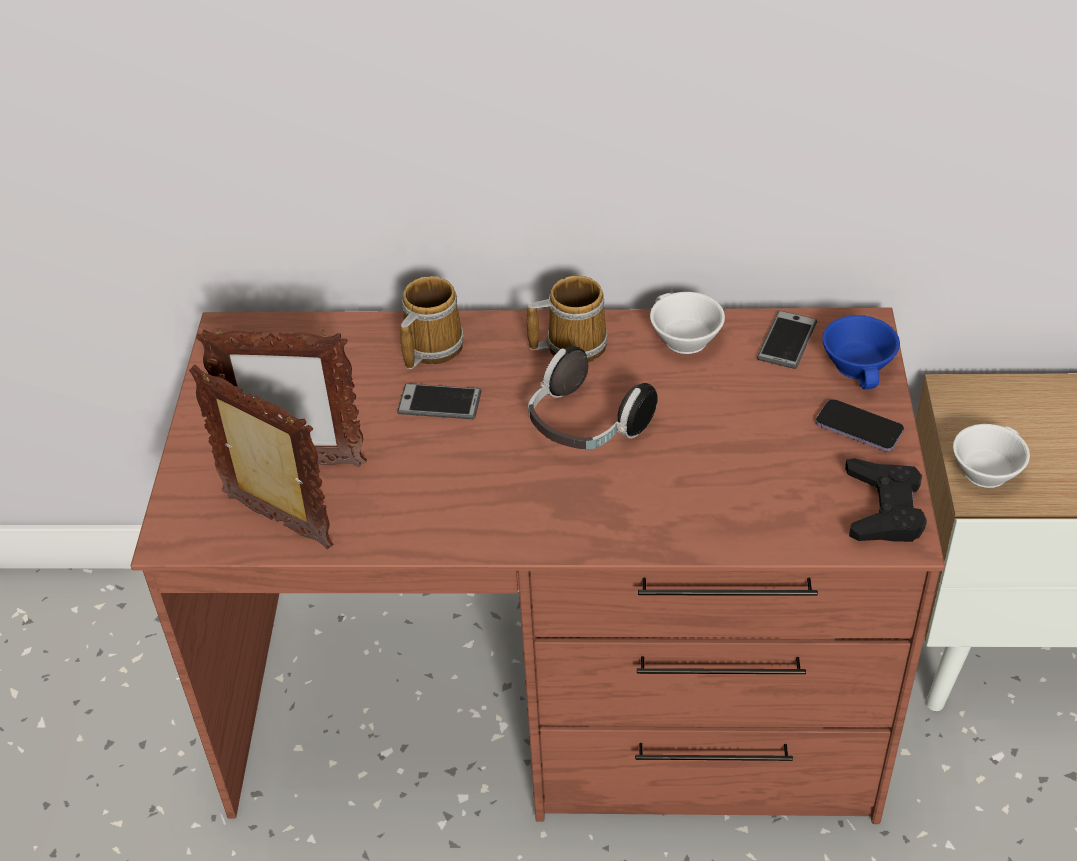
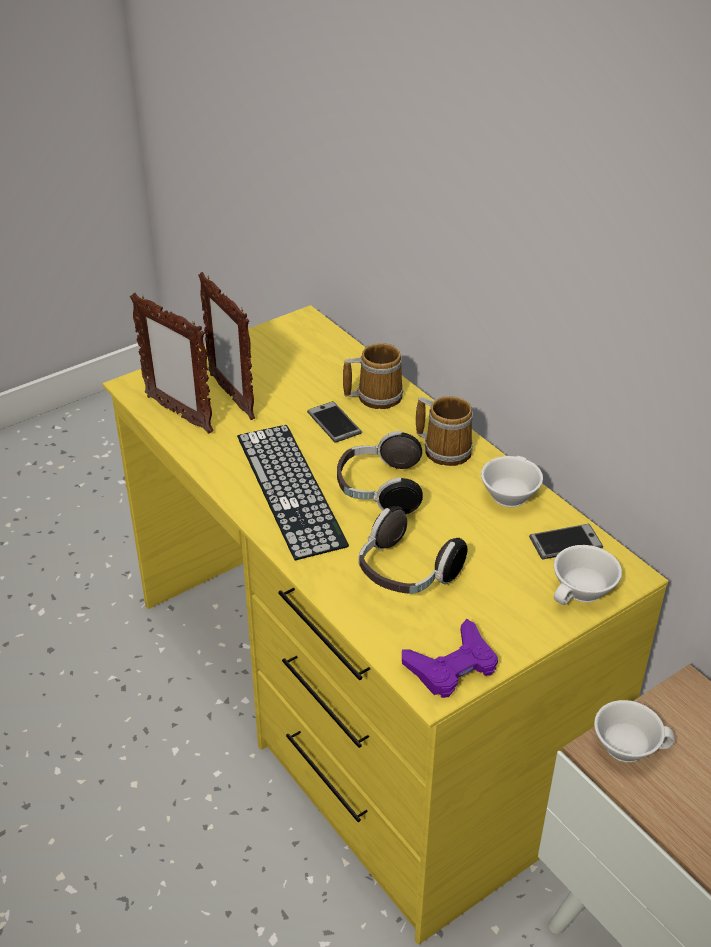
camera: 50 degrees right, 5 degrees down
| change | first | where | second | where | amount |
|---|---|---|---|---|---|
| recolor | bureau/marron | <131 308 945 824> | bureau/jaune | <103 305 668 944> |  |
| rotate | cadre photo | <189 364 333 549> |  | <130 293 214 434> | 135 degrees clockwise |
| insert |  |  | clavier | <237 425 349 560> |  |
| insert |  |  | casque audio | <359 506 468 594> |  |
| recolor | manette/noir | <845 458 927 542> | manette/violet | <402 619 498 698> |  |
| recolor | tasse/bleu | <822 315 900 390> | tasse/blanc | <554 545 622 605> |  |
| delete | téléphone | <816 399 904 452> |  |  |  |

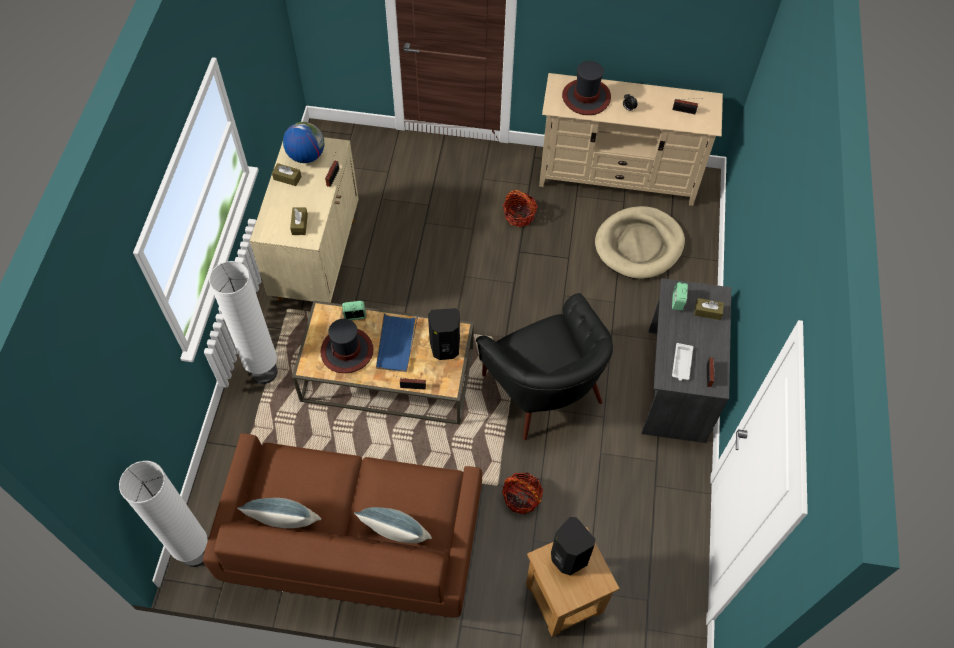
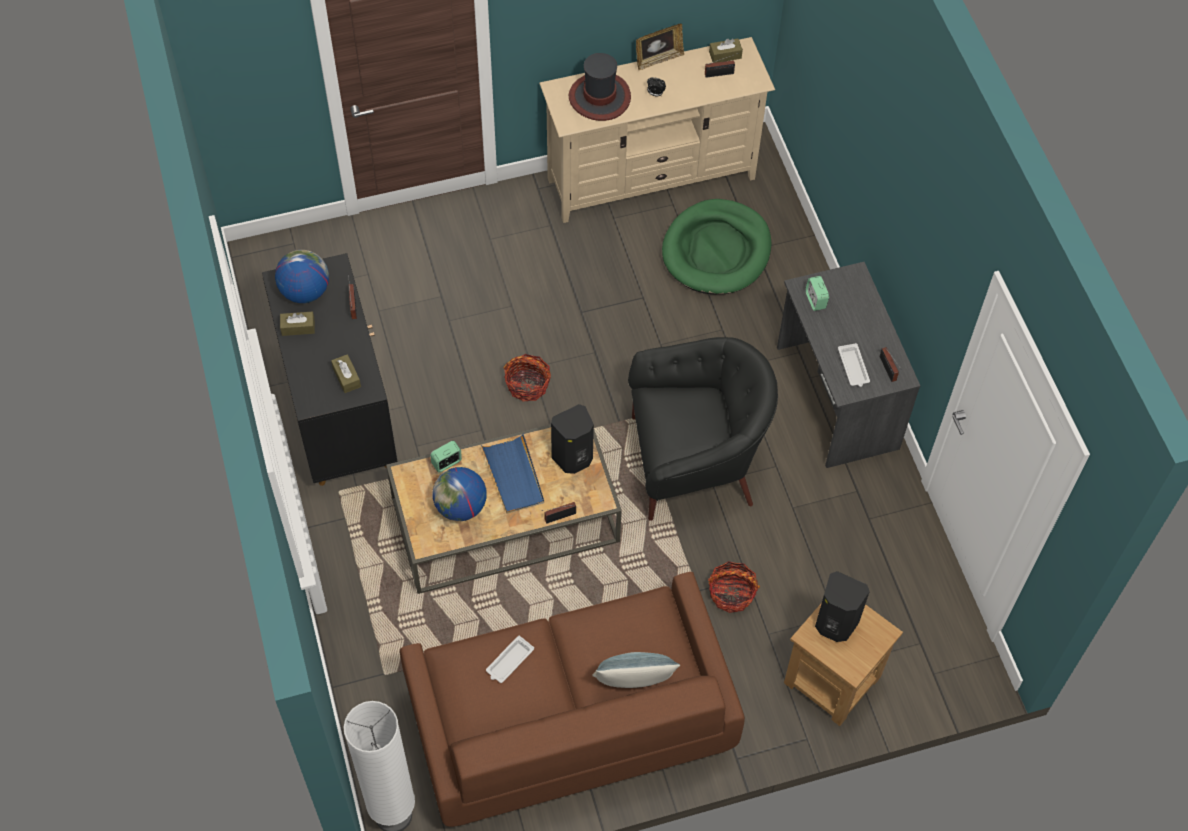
camera: 25 degrees left, 0 degrees up
| change | first | where | second | where | amount |
|---|---|---|---|---|---|
| recolor | meuble de rangement/beige | <250 137 358 303> | meuble de rangement/noir | <262 253 398 486> |  |
| replace | chapeau | <320 319 374 373> | globe | <433 467 487 521> |  |
| insert |  |  | plateau/blanc | <486 636 534 683> |  |
| move | panier | <503 190 538 227> |  | <503 354 551 402> |  |
| rotate | fauteuil/noir | <476 293 613 440> |  | <628 337 778 521> | 45 degrees counterclockwise |
| insert |  |  | cadre photo | <636 24 684 70> |  |
| recolor | panier pour chien/beige | <595 206 685 279> | panier pour chien/vert | <662 199 771 294> |  |
| move | boîte à mouchoirs/marron | <694 298 724 320> |  | <709 39 743 63> |  |
| delete | lampadaire/blanc | <209 261 278 384> |  |  |  |
| delete | coussin | <237 498 321 528> |  |  |  |

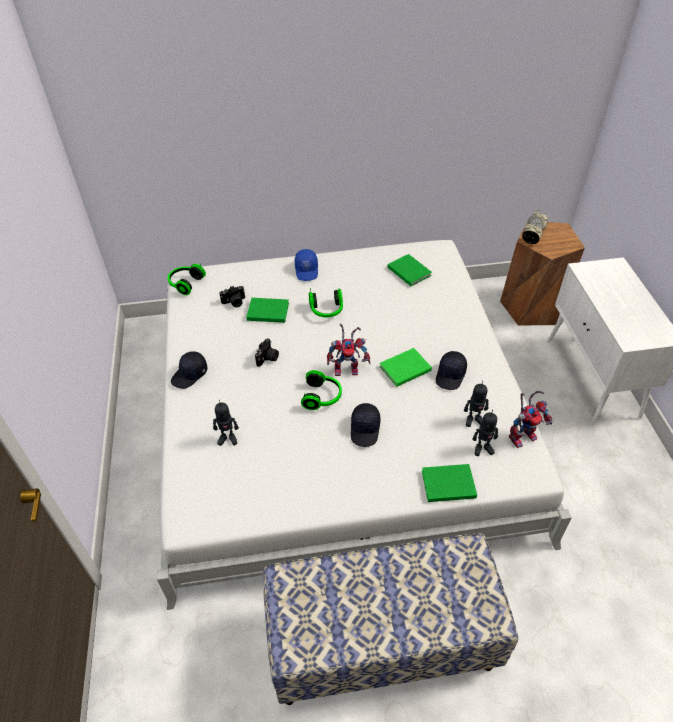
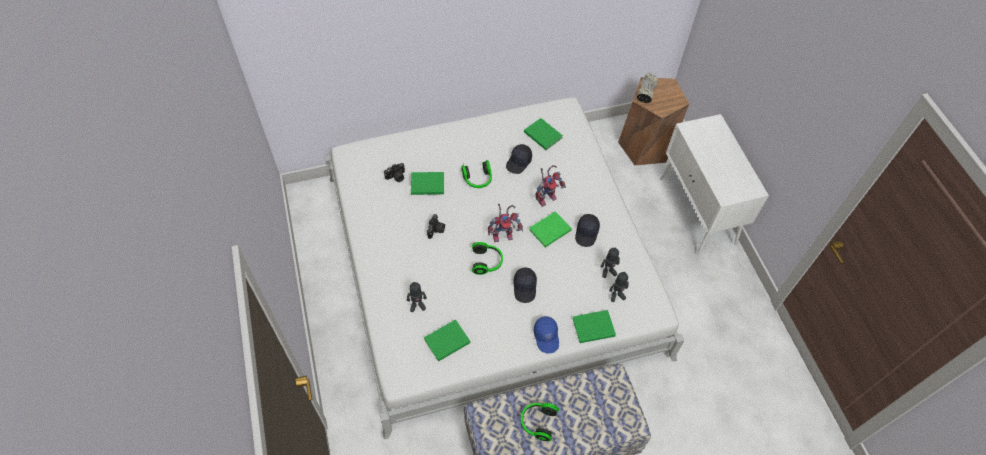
camera: 10 degrees left, 10 degrees up
| change | first | where | second | where | amount |
|---|---|---|---|---|---|
| insert |  |  | livre/vert | <424 319 470 362> |  |
| move | casquette/noir | <171 351 208 389> |  | <506 144 532 174> |  |
| move | casque audio | <168 263 206 295> |  | <521 403 559 441> |  |
| move | casquette/bleu | <295 249 318 281> |  | <534 316 559 354> |  |
| move | robot jouet | <509 391 552 448> |  | <535 165 566 207> |  |

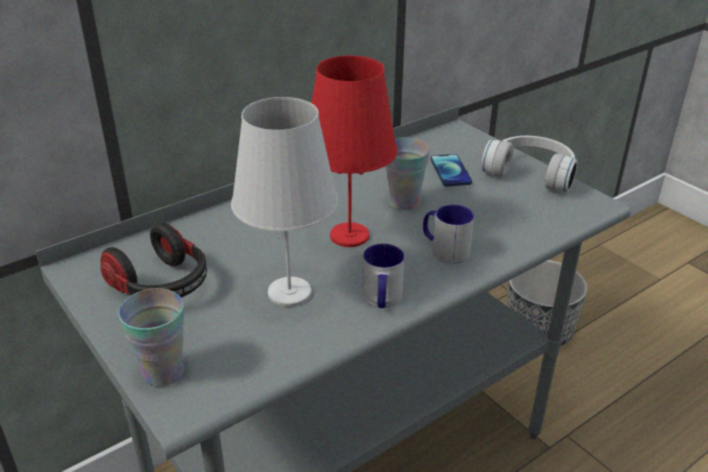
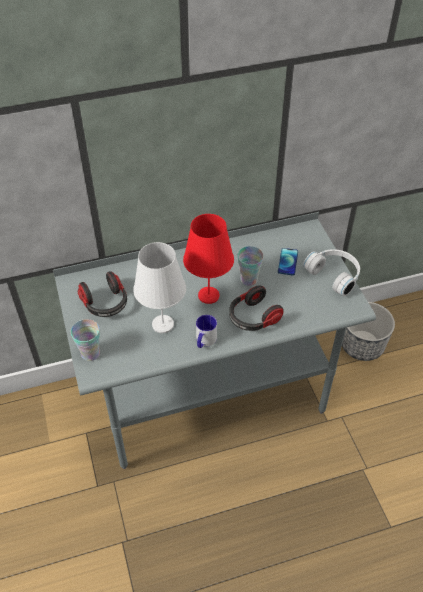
camera: 20 degrees right, 15 degrees up
| change | first | where | second | where | amount |
|---|---|---|---|---|---|
| replace | mug | <423 205 474 263> | casque audio | <229 285 284 331> |  |

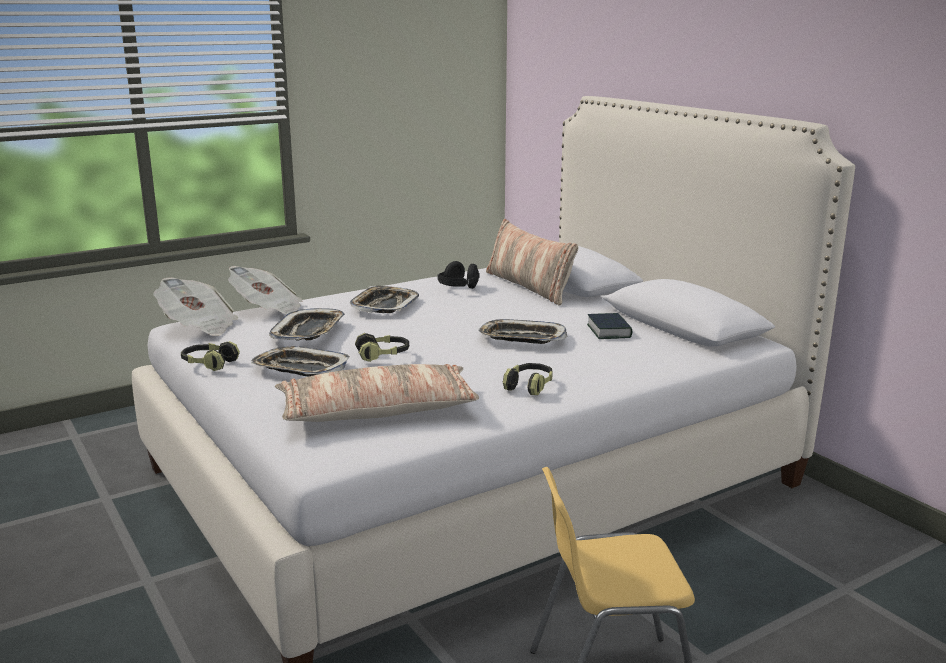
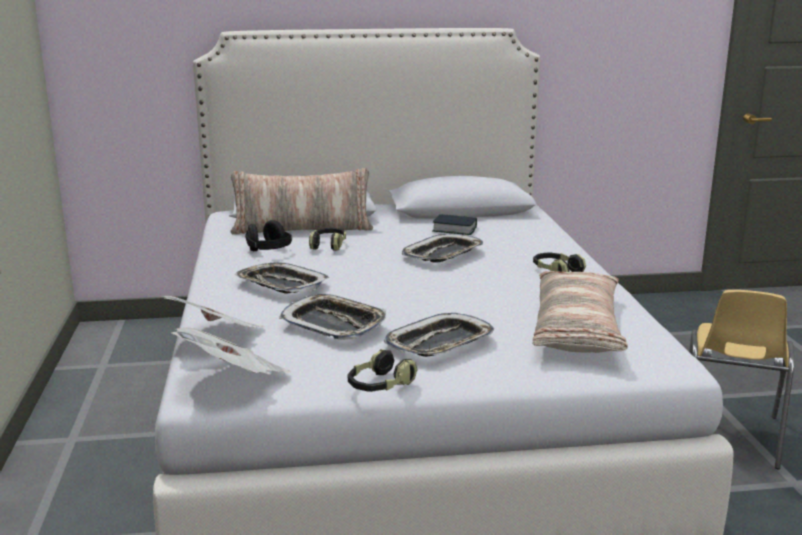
camera: 65 degrees left, 0 degrees up
| change | first | where | second | where | amount |
|---|---|---|---|---|---|
| move | casque audio | <355 333 409 362> |  | <309 228 346 251> |  |

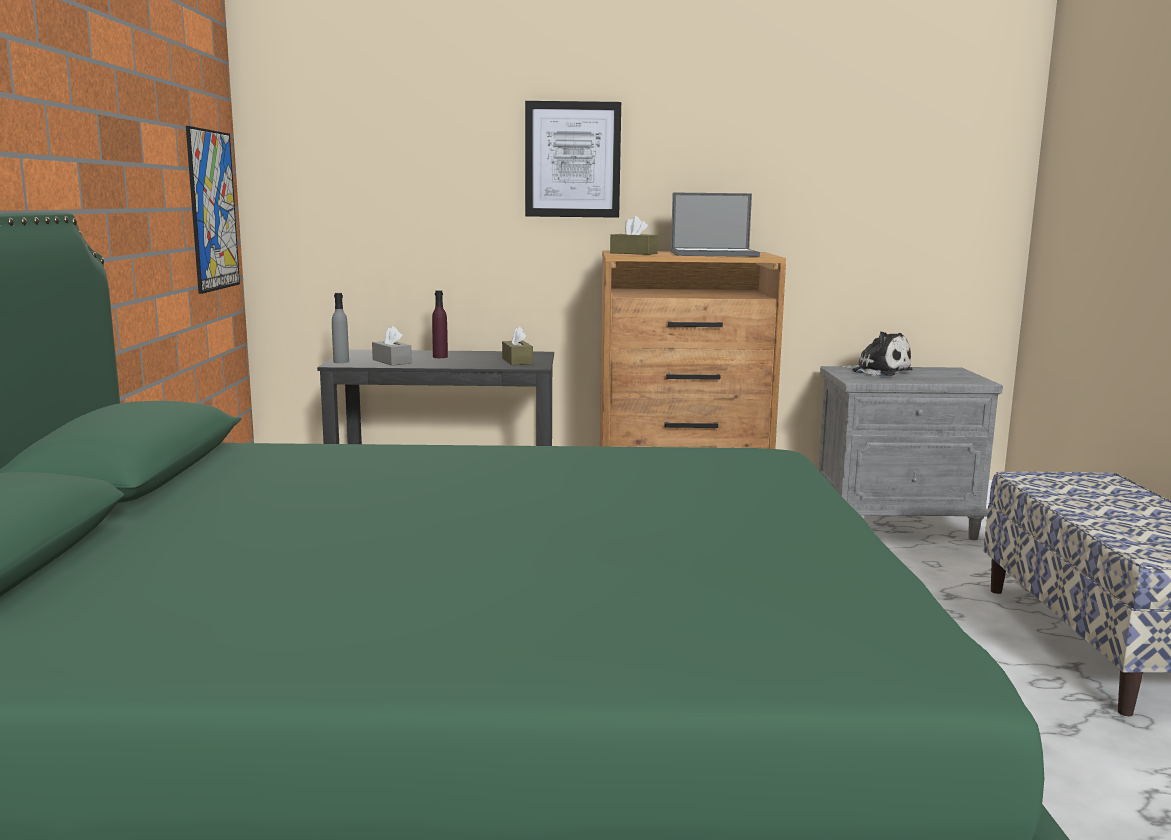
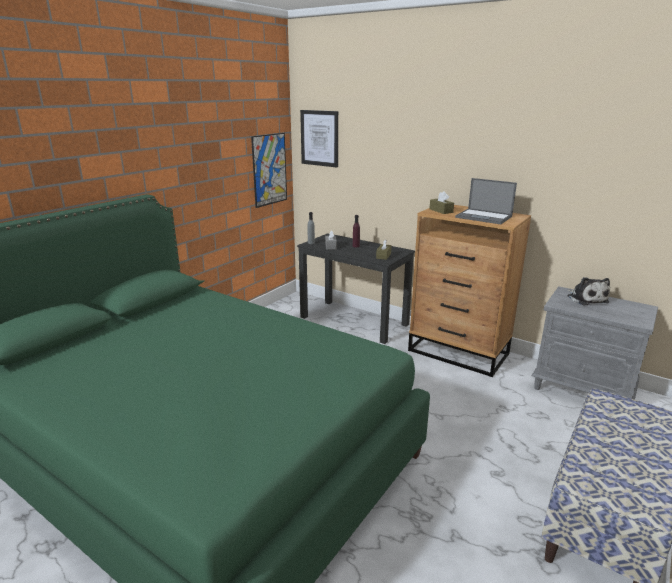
camera: 35 degrees right, 10 degrees up
| change | first | where | second | where | amount |
|---|---|---|---|---|---|
| move | tableau | <525 101 621 218> |  | <300 110 338 167> |  |

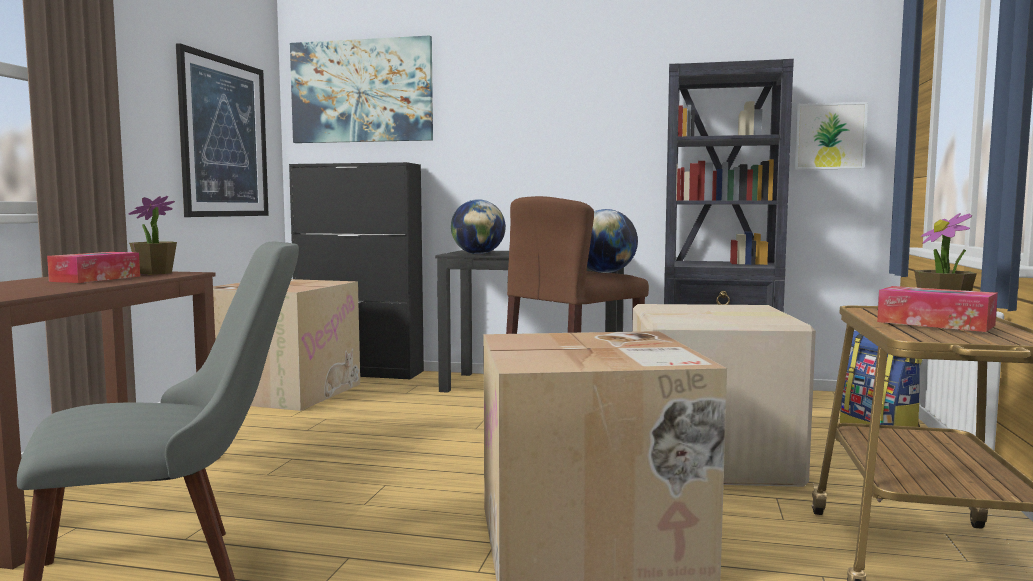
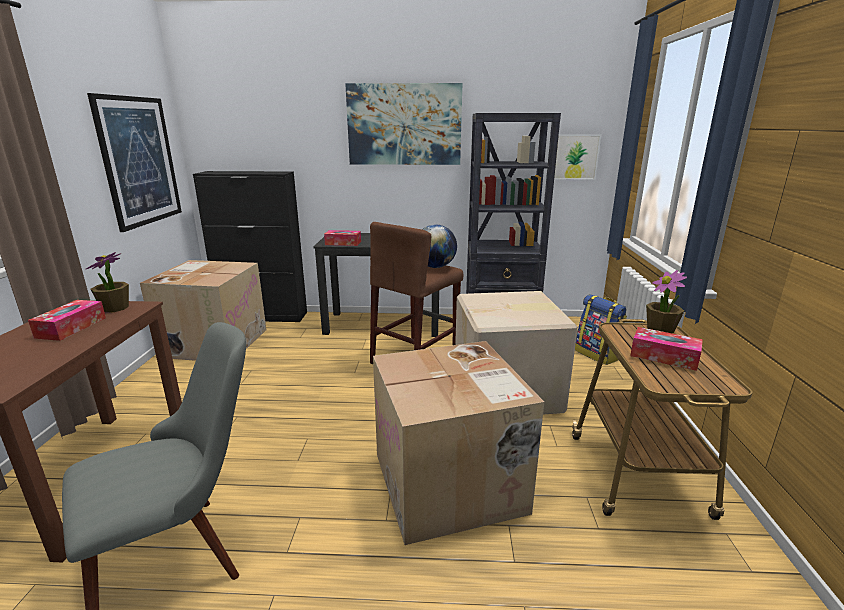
camera: 10 degrees left, 15 degrees up
| change | first | where | second | where | amount |
|---|---|---|---|---|---|
| replace | globe | <451 199 506 254> | boîte à mouchoirs | <324 230 361 246> |  |
| move | tableau | <290 35 433 143> |  | <345 83 462 165> |  |

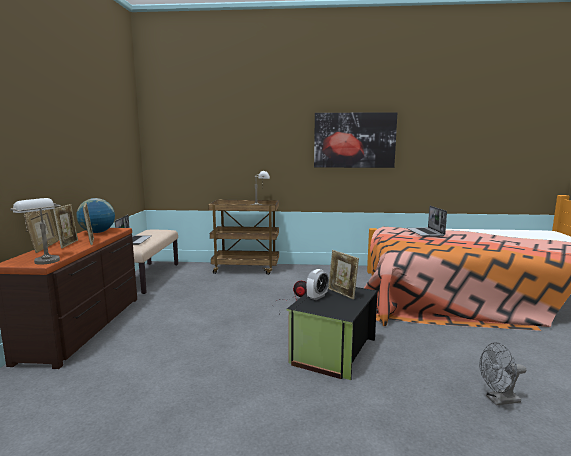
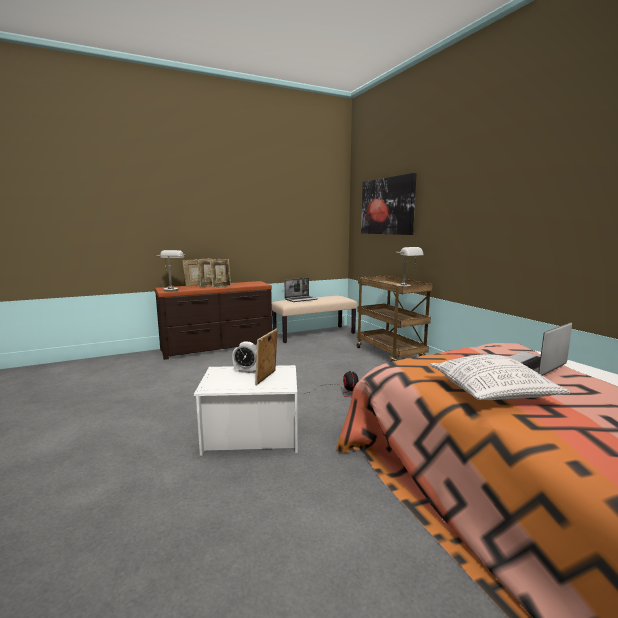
camera: 60 degrees right, 0 degrees up
| change | first | where | second | where | amount |
|---|---|---|---|---|---|
| recolor | boîte de rangement/noir | <286 284 377 380> | boîte de rangement/blanc | <194 365 298 456> |  |
| move | tableau | <314 112 397 168> |  | <361 173 417 235> |  |
| insert |  |  | coussin | <430 354 571 400> |  |
| delete | globe | <76 198 115 233> |  |  |  |
| delete | ventilateur/gris | <479 342 526 405> |  |  |  |

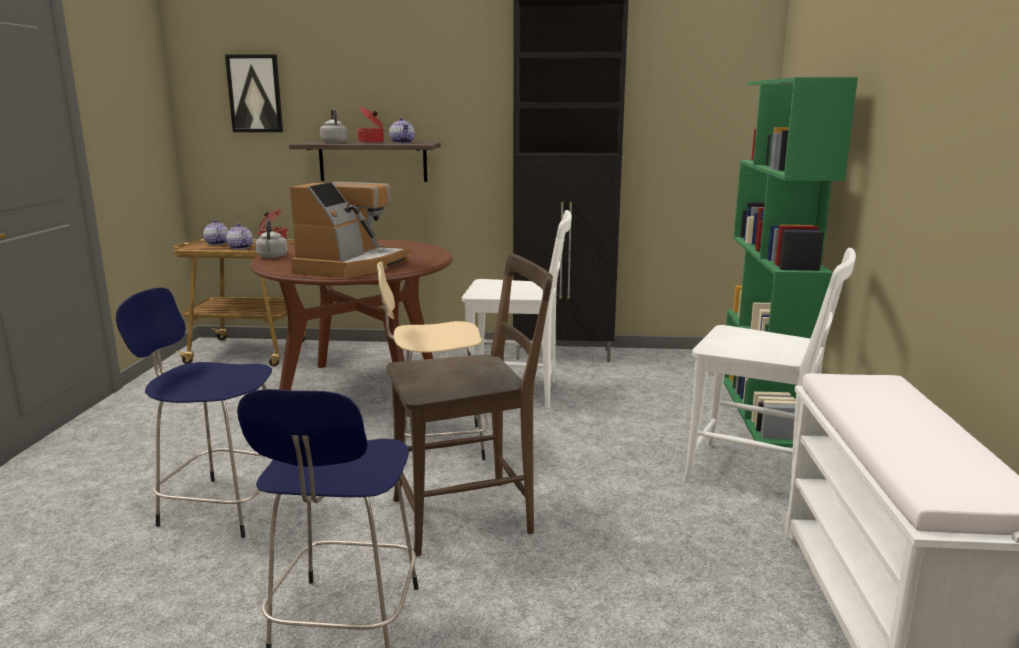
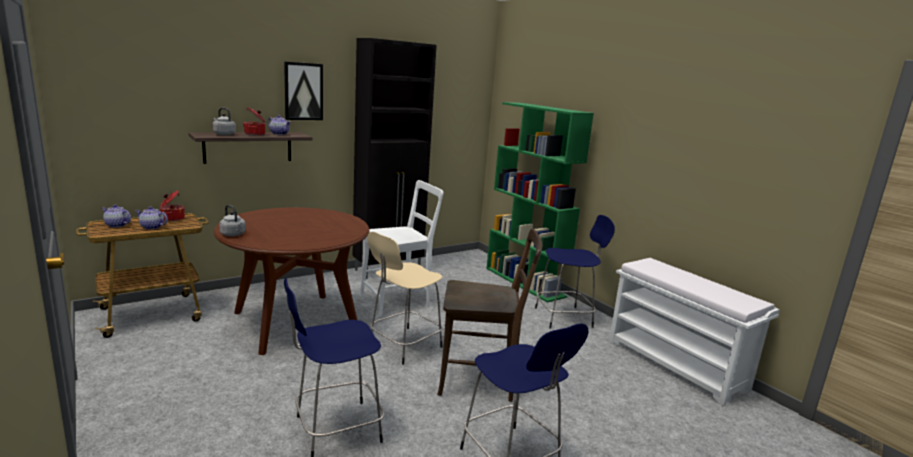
camera: 40 degrees left, 0 degrees up
| change | first | where | second | where | amount |
|---|---|---|---|---|---|
| move | tableau | <225 54 283 132> |  | <284 62 323 120> |  |
| rotate | chaise/marron | <386 254 553 556> |  | <437 229 542 402> | 60 degrees clockwise |
| replace | chaise/blanc | <683 248 856 483> | tabouret/bleu | <535 215 615 329> |  |
| delete | machine à café | <290 182 412 278> |  |  |  |

